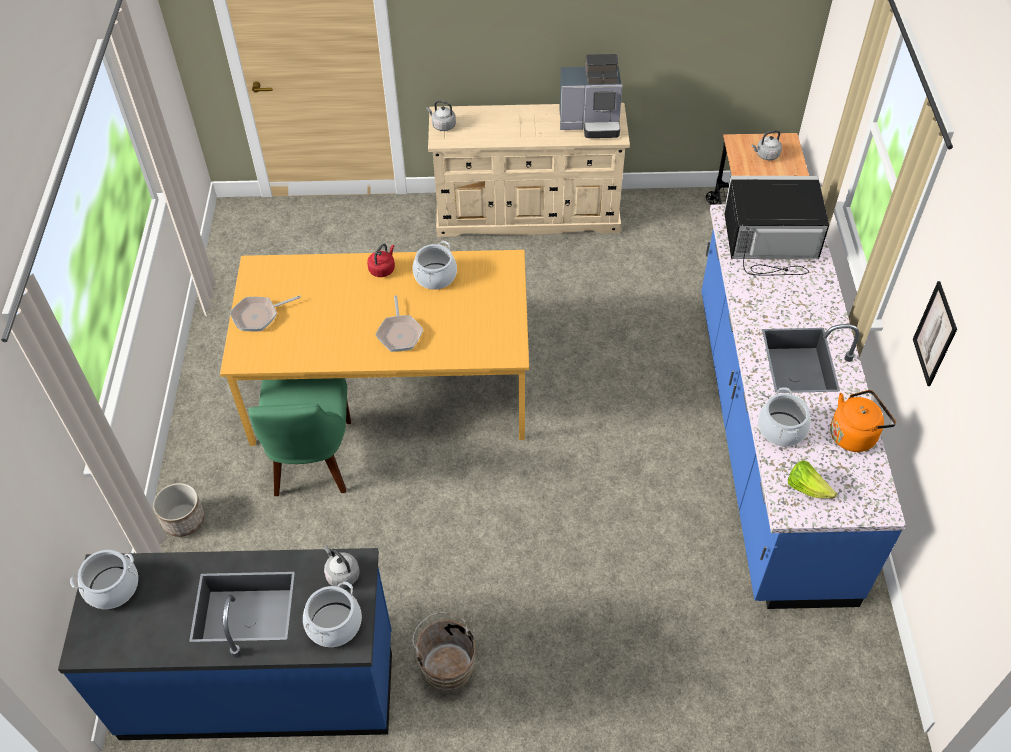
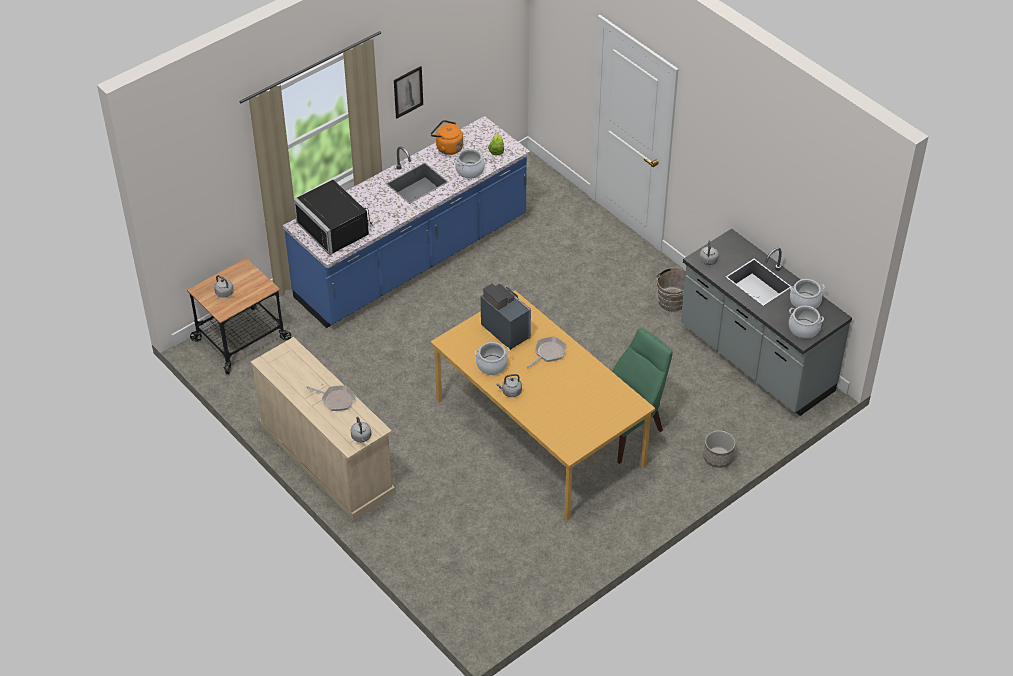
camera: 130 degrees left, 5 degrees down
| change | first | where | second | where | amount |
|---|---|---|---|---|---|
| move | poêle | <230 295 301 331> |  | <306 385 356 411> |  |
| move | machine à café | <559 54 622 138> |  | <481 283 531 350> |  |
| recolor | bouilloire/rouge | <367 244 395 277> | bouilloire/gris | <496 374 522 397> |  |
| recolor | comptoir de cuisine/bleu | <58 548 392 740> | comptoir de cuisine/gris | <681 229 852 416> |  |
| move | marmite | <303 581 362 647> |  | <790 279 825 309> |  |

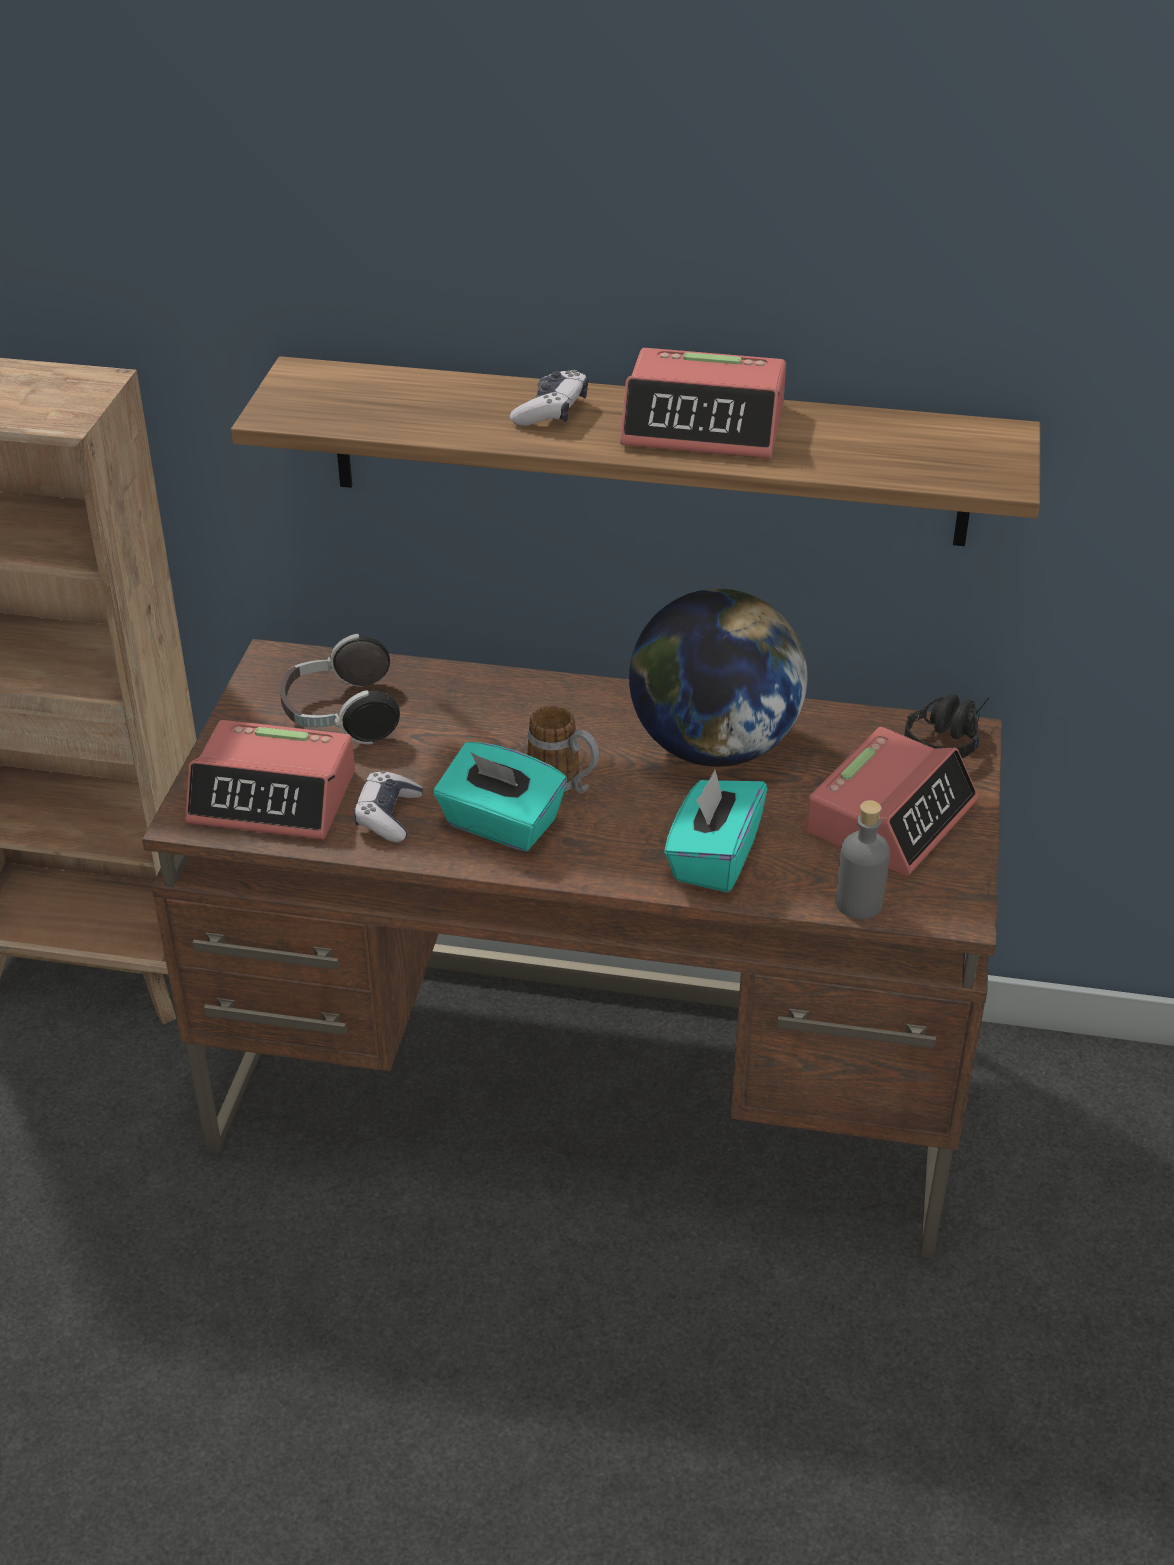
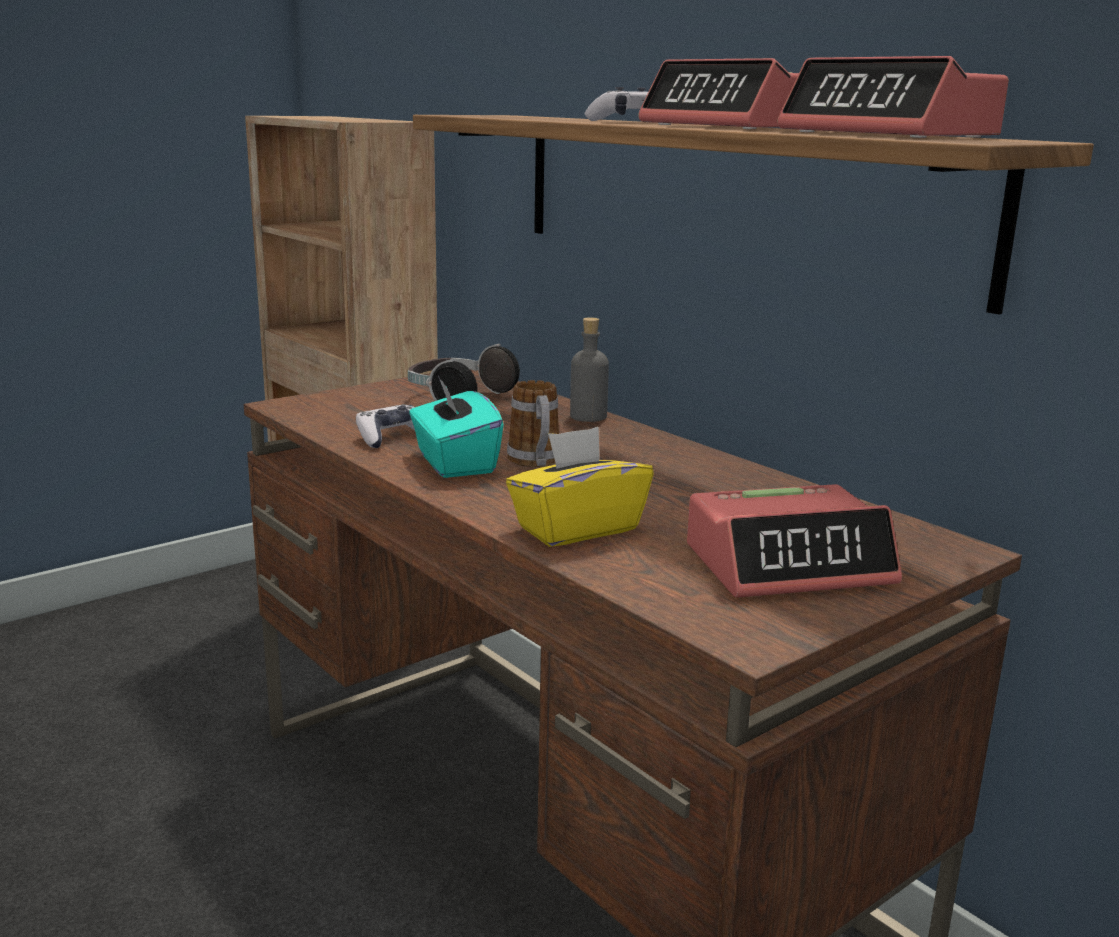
camera: 40 degrees right, 20 degrees down
| change | first | where | second | where | amount |
|---|---|---|---|---|---|
| recolor | boîte à mouchoirs/turquoise | <664 770 767 892> | boîte à mouchoirs/jaune | <506 427 654 547> |  |
| move | bouteille/gris | <836 800 890 919> |  | <570 317 609 422> |  |
| move | réveil | <185 720 355 840> |  | <777 56 1009 138> |  |
| delete | globe | <629 589 807 767> |  |  |  |
| delete | casque audio/noir | <905 694 989 758> |  |  |  |

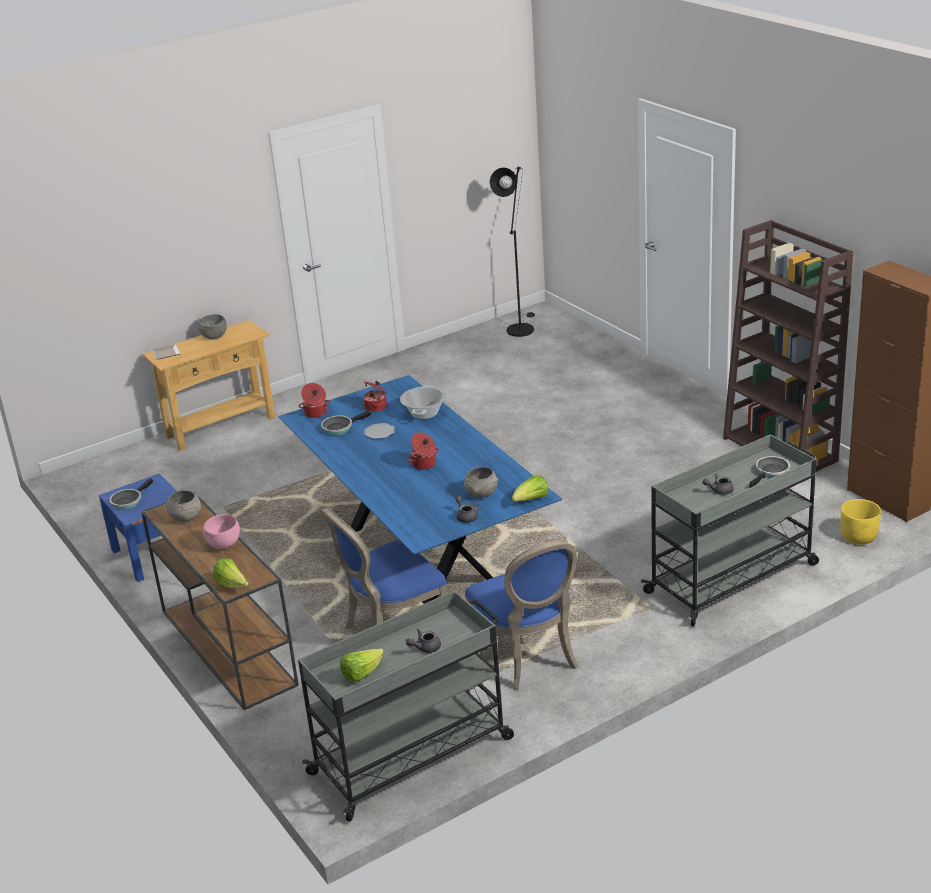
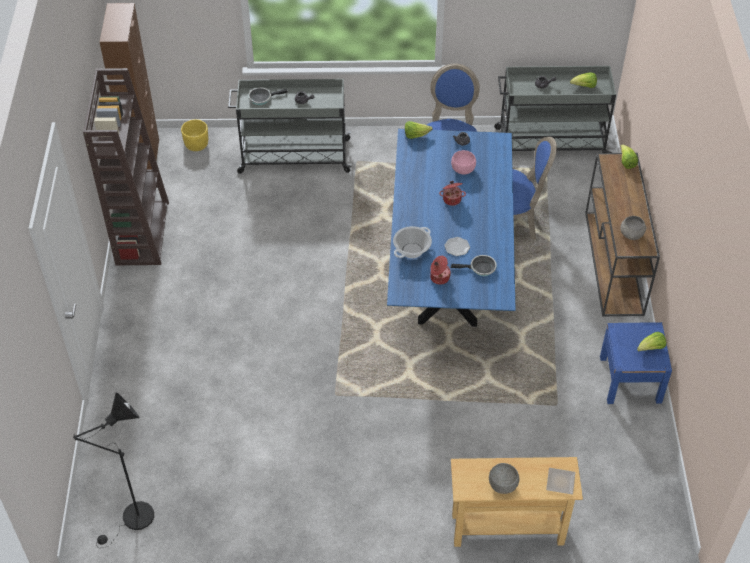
camera: 150 degrees left, 20 degrees up
| change | first | where | second | where | amount |
|---|---|---|---|---|---|
| move | bol/rose | <203 514 240 549> |  | <451 150 476 175> |  |
| replace | poêle | <109 478 153 510> | laitue | <637 332 666 351> |  |
| delete | marmite | <298 383 331 418> |  |  |  |
| delete | bol/gris | <464 467 498 498> |  |  |  |

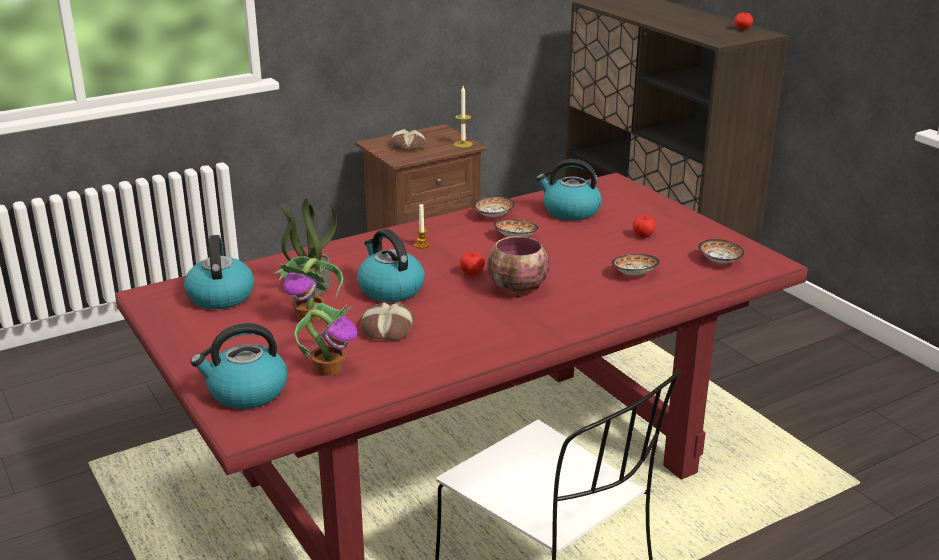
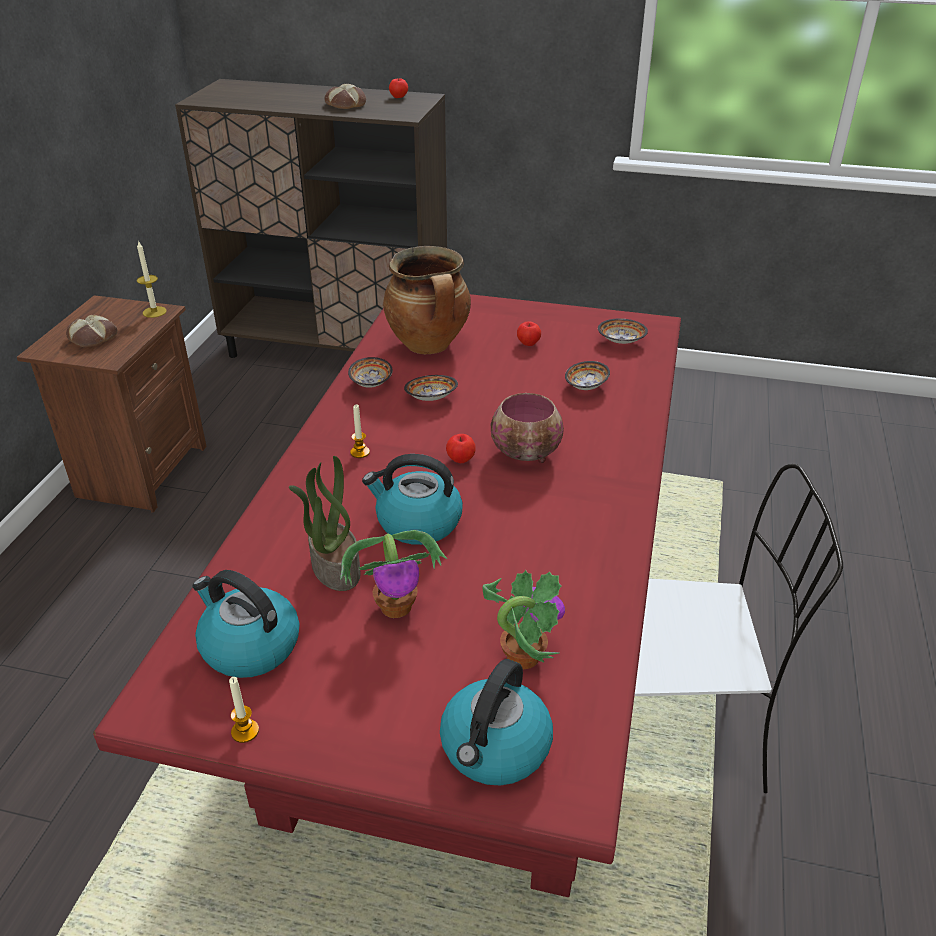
camera: 45 degrees left, 10 degrees up
| change | first | where | second | where | amount |
|---|---|---|---|---|---|
| insert |  |  | bougie | <229 677 259 743> |  |
| move | pain | <360 302 414 341> |  | <325 84 366 109> |  |
| replace | bouilloire | <536 159 602 221> | marmite | <383 246 471 354> |  |

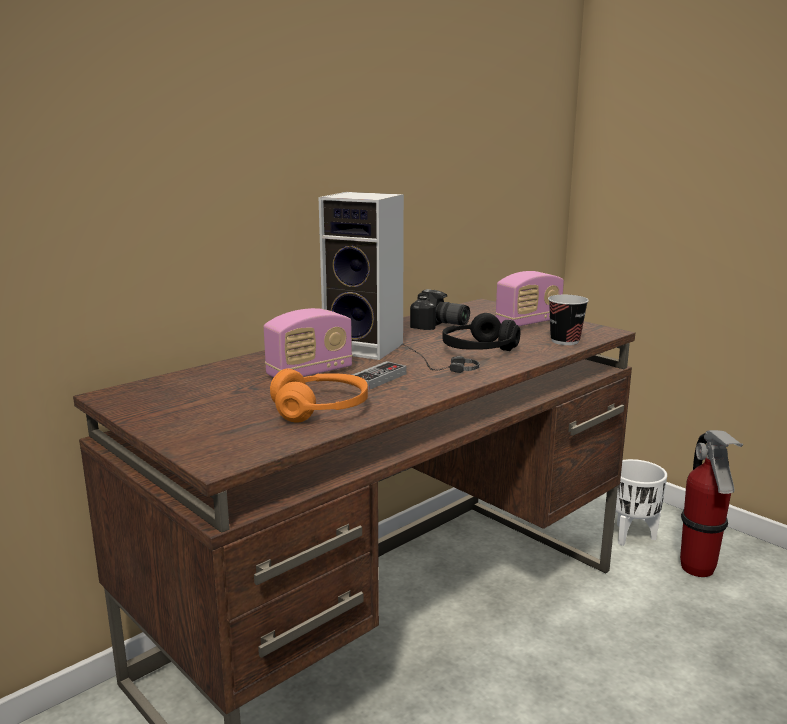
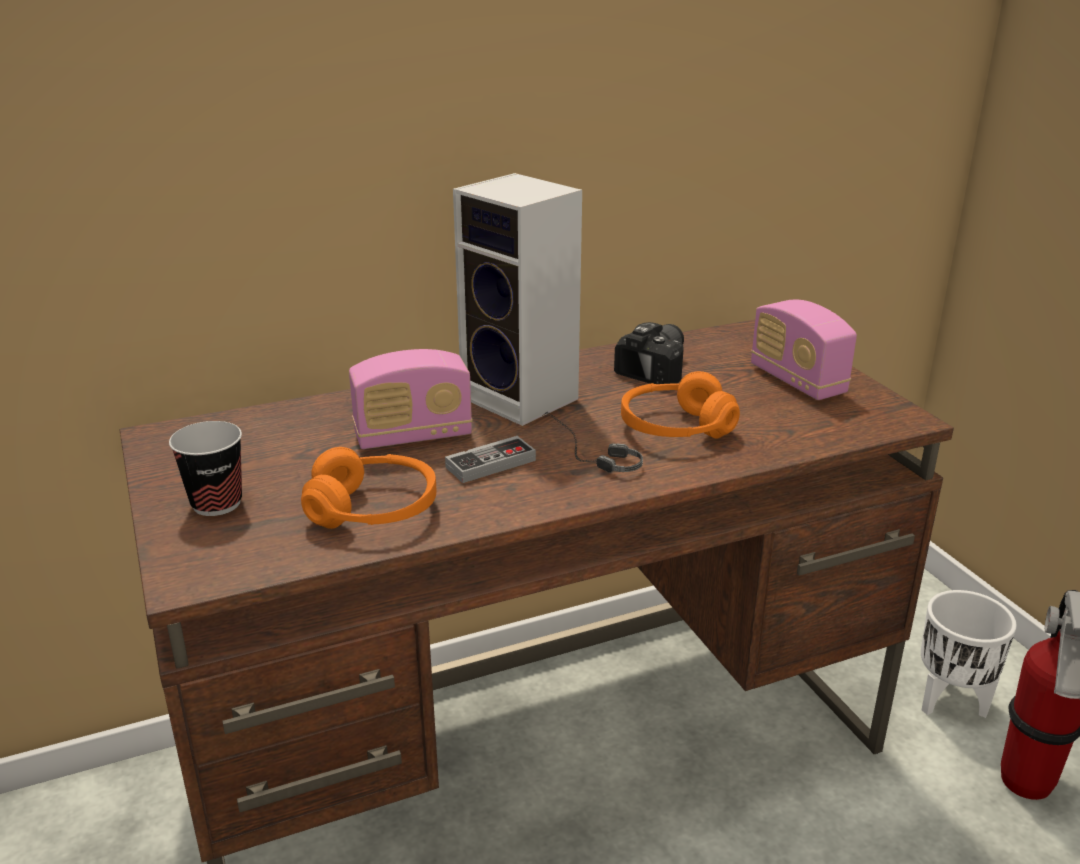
camera: 20 degrees right, 10 degrees up
| change | first | where | second | where | amount |
|---|---|---|---|---|---|
| move | tasse | <548 295 589 345> |  | <169 421 242 516> |  |
| rotate | appareil photo | <410 289 470 330> |  | <614 322 684 384> | 105 degrees counterclockwise |
| recolor | casque audio/noir | <442 313 520 351> | casque audio/orange | <621 371 740 439> |  |
| rotate | radio | <495 271 564 327> |  | <751 300 857 400> | 75 degrees clockwise |

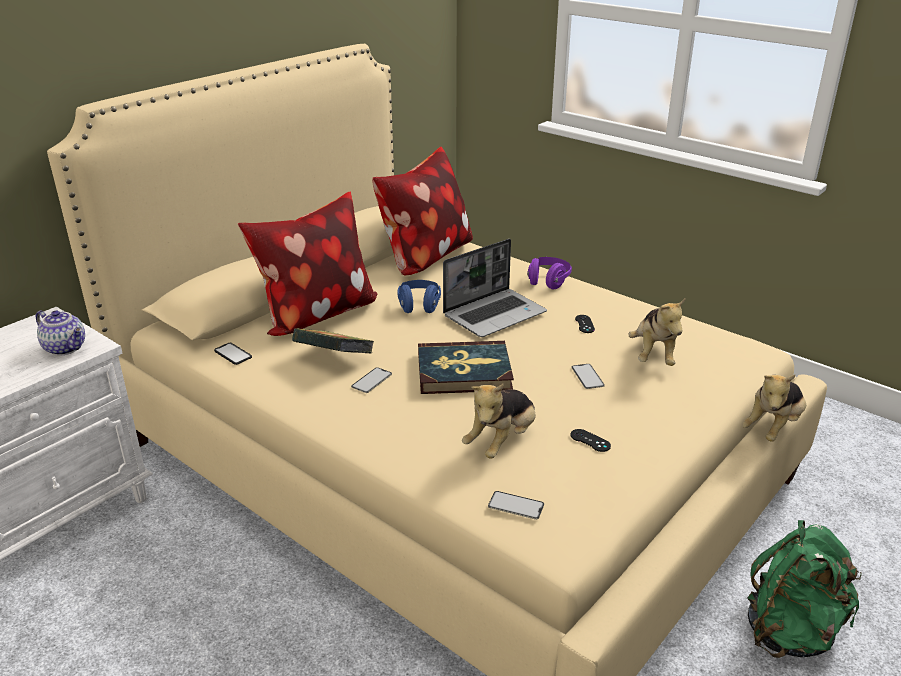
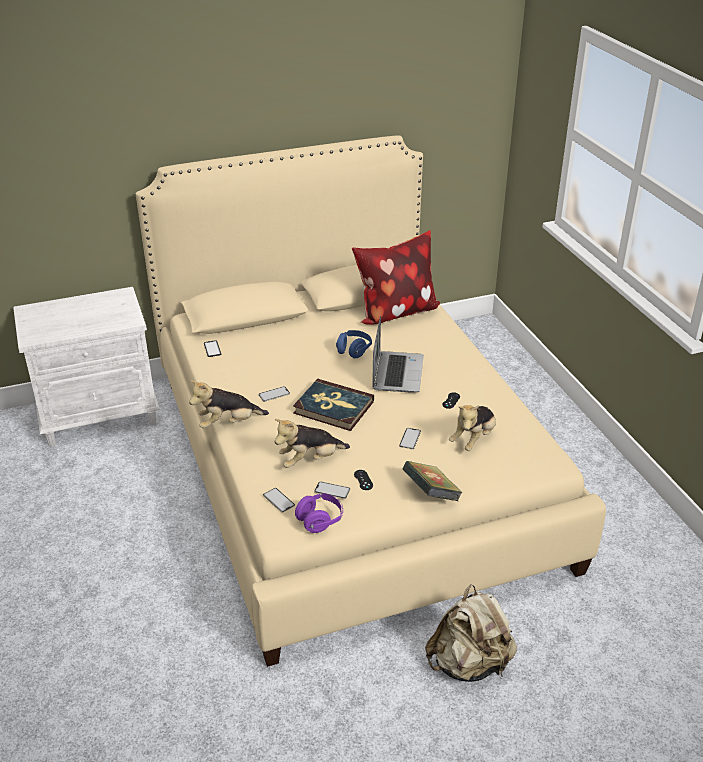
camera: 30 degrees right, 5 degrees up
| change | first | where | second | where | amount |
|---|---|---|---|---|---|
| move | peluche | <743 375 806 442> |  | <189 380 269 428> |  |
| move | casque audio/violet | <527 257 572 289> |  | <295 493 343 533> |  |
| insert |  |  | téléphone | <314 481 350 499> |  |
| rotate | ordinateur portable | <443 239 547 337> |  | <372 316 424 393> | 75 degrees counterclockwise |
| move | livre | <292 328 374 353> |  | <402 461 463 501> |  |
| recolor | sac à dos/vert | <748 520 862 658> | sac à dos/beige | <425 584 517 682> |  |
| delete | théière | <35 310 85 355> |  |  |  |
| delete | coussin | <238 192 377 336> |  |  |  |

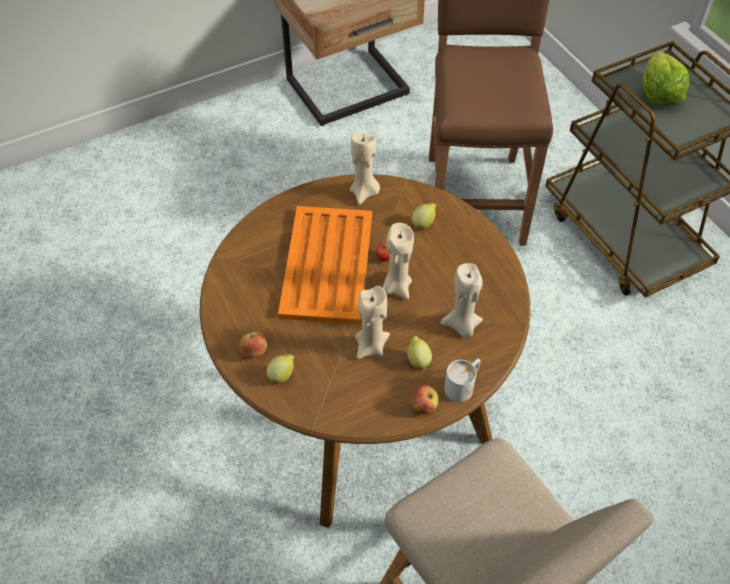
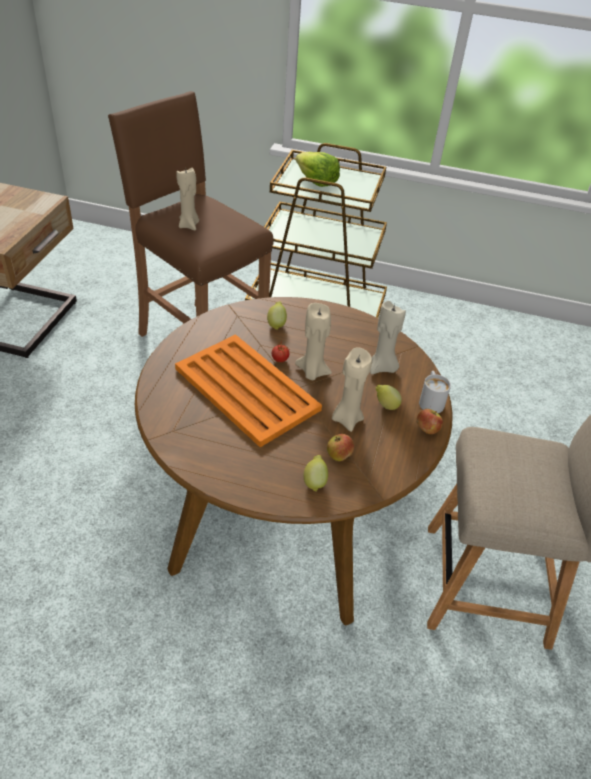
camera: 50 degrees left, 10 degrees down
| change | first | where | second | where | amount |
|---|---|---|---|---|---|
| move | bougie/beige | <350 133 380 205> |  | <176 168 199 230> |  |
| move | pomme | <239 332 267 357> |  | <327 434 354 461> |  |

